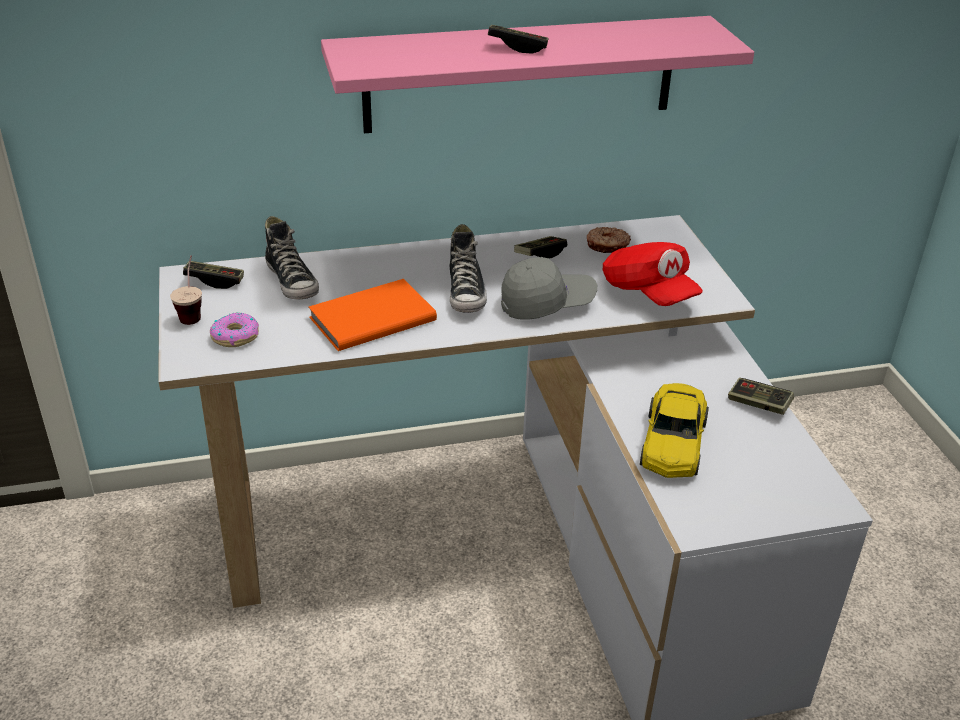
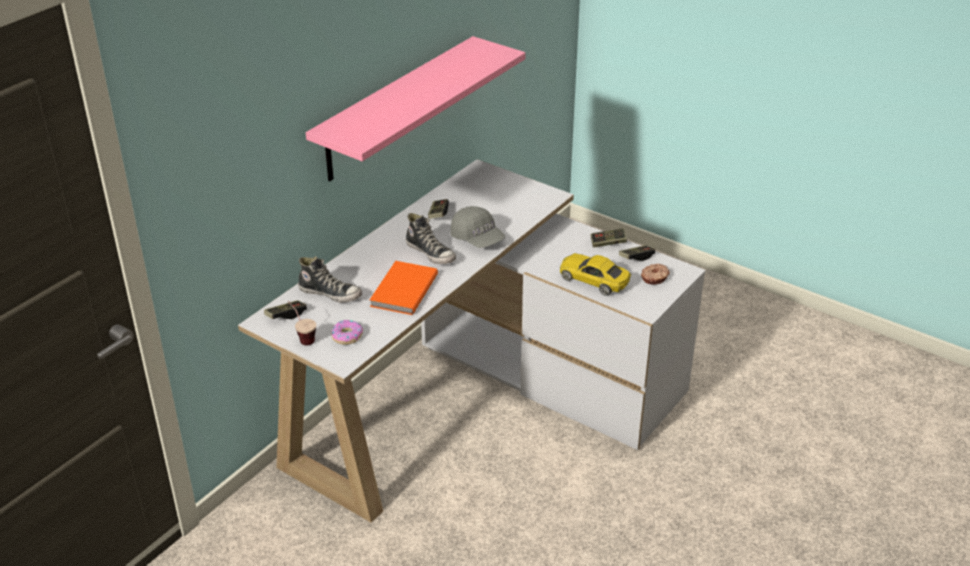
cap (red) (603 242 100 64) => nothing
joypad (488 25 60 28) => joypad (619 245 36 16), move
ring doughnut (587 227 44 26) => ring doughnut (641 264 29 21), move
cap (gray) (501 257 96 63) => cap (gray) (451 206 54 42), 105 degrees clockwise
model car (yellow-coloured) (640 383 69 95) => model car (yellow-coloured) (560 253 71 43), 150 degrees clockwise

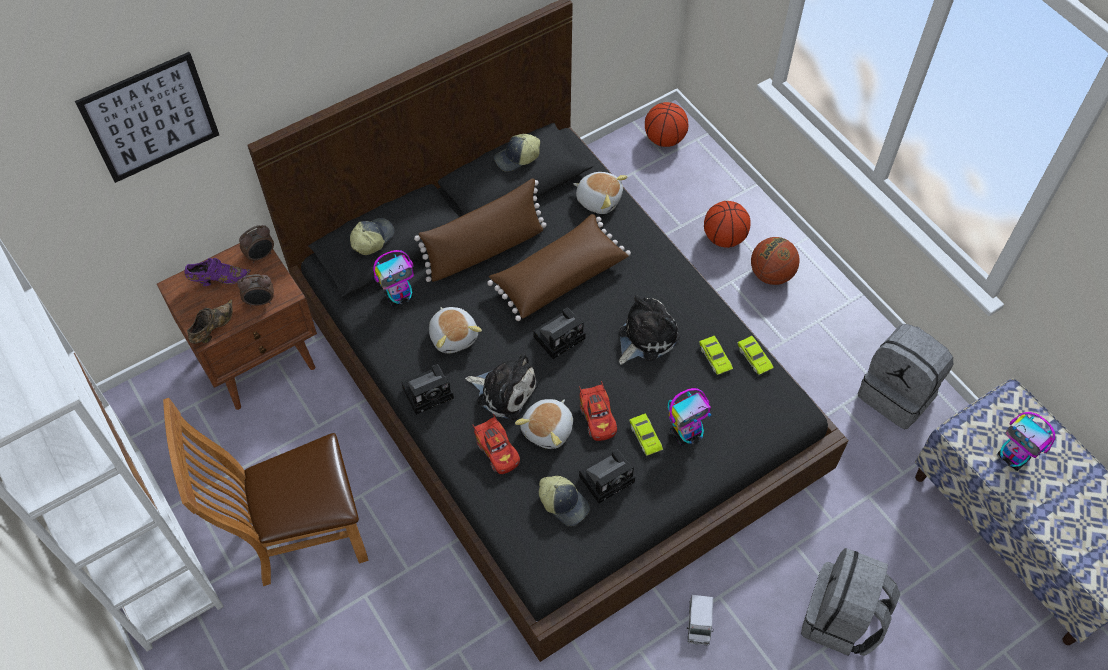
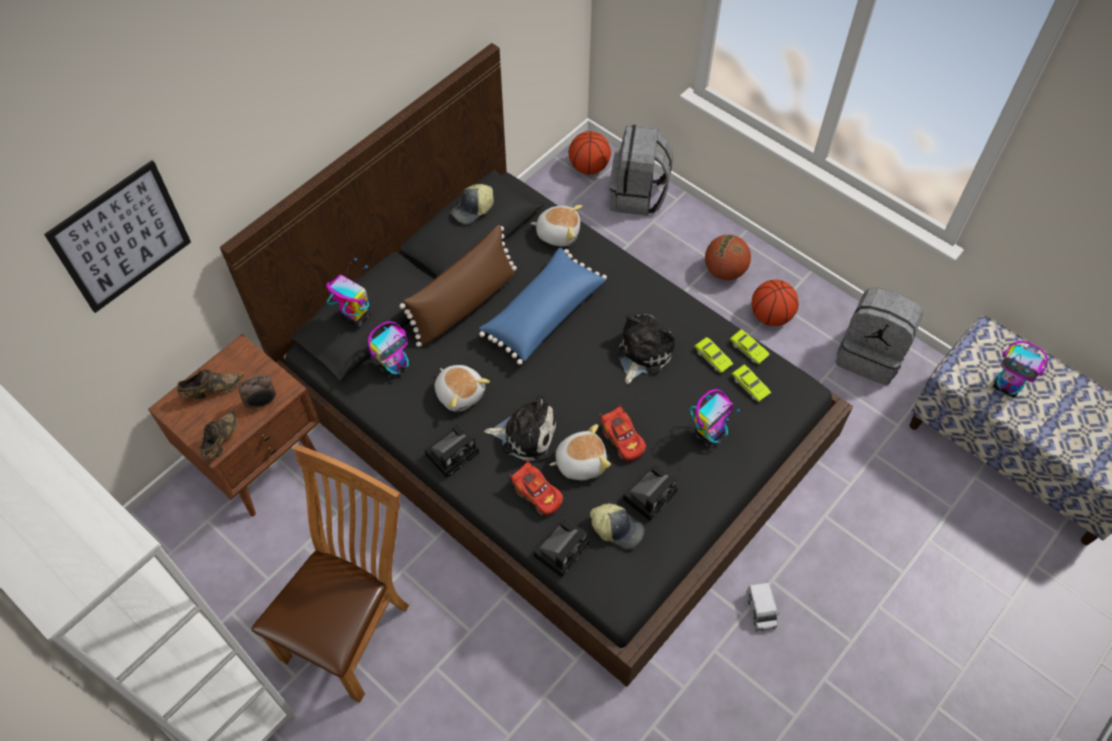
table clock (239 225 35 38) => nothing
still camera (533 307 53 52) => still camera (533 519 56 58), move
model car (green) (629 414 34 42) => model car (green) (732 365 39 37), move
basketball ball (704 201 47 47) => basketball ball (752 280 46 46), move
backpack (gray) (801 548 99 108) => backpack (gray) (609 124 64 92), move
cap (350 218 44 37) => model robot (326 258 44 70)
low shoe (purple) (184 258 67 28) => low shoe (brownish) (177 369 67 31)
pillow (brownish) (487 214 144 107) => pillow (blue-coloured) (479 248 128 117)
chair (brownish) (163 398 206 188) => chair (brownish) (251 444 158 259), 150 degrees clockwise
soft toy (515 399 58 50) => soft toy (550 424 61 56), 120 degrees counterclockwise

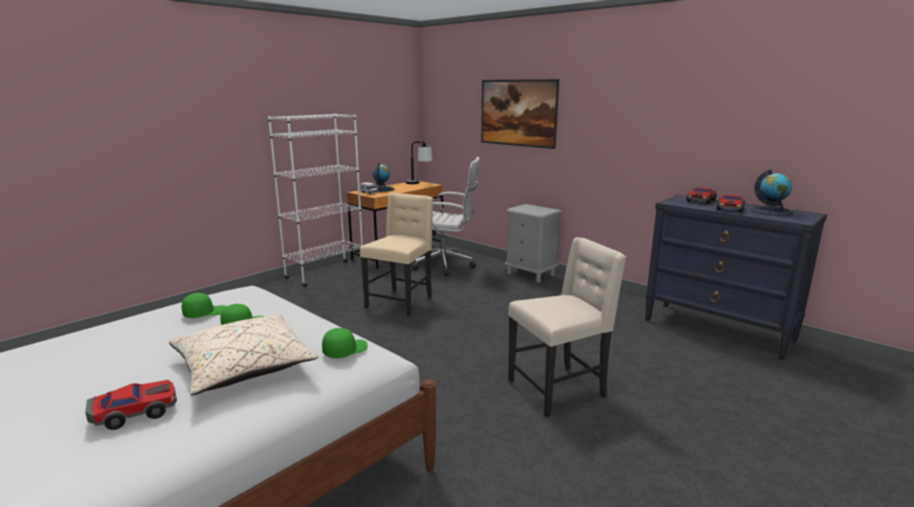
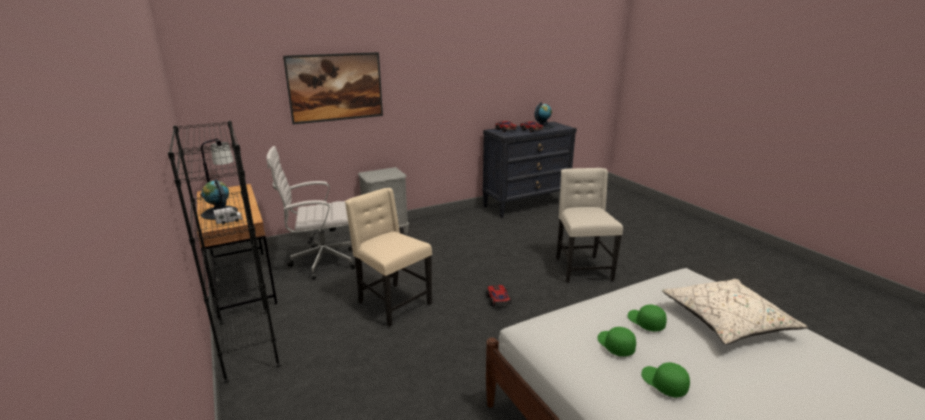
model car (85 380 92 50) => model car (486 285 25 21), move
cap (green) (322 328 46 30) => cap (green) (641 362 49 36), move
bookshelf (white-coloured) (268 113 95 174) => bookshelf (black) (168 121 113 262)
desk chair (white-coloured) (412 157 68 119) => desk chair (white-coloured) (266 146 90 134), 135 degrees counterclockwise

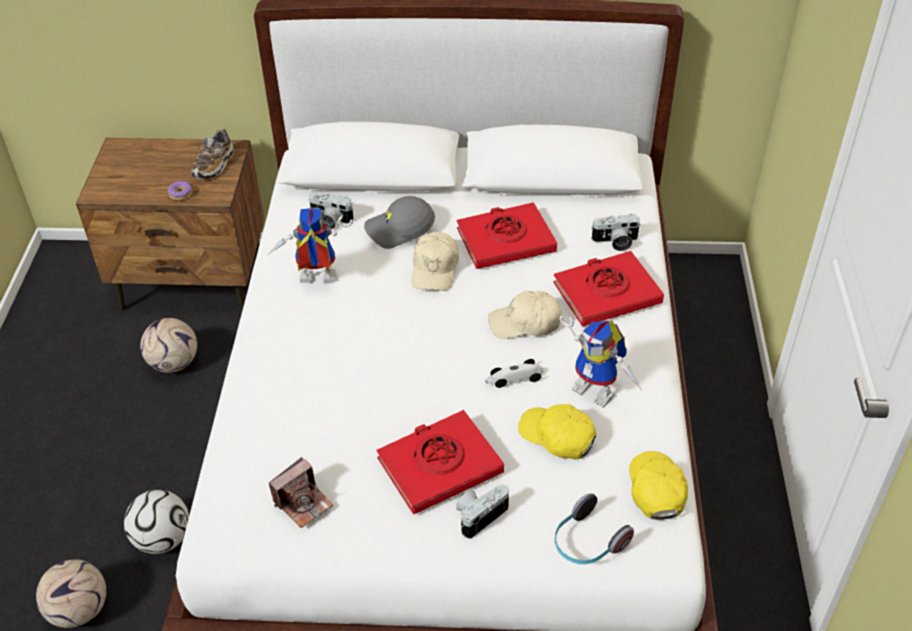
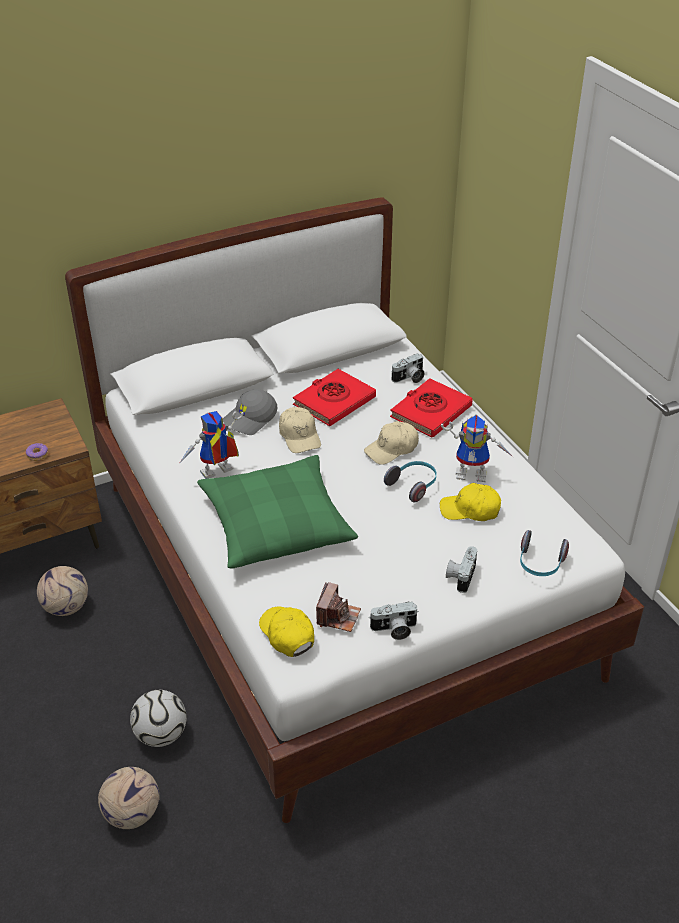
low shoe (192 129 42 50) => nothing
bound book (red) (377 410 127 104) => nothing
nothing => pillow (green) (197 455 161 113)
still camera (309 193 45 37) => still camera (370 602 49 38), move
cap (yellow-coloured) (629 451 59 69) => cap (yellow-coloured) (259 607 55 50), move
model car (485 359 58 29) => headset (384 461 53 41)

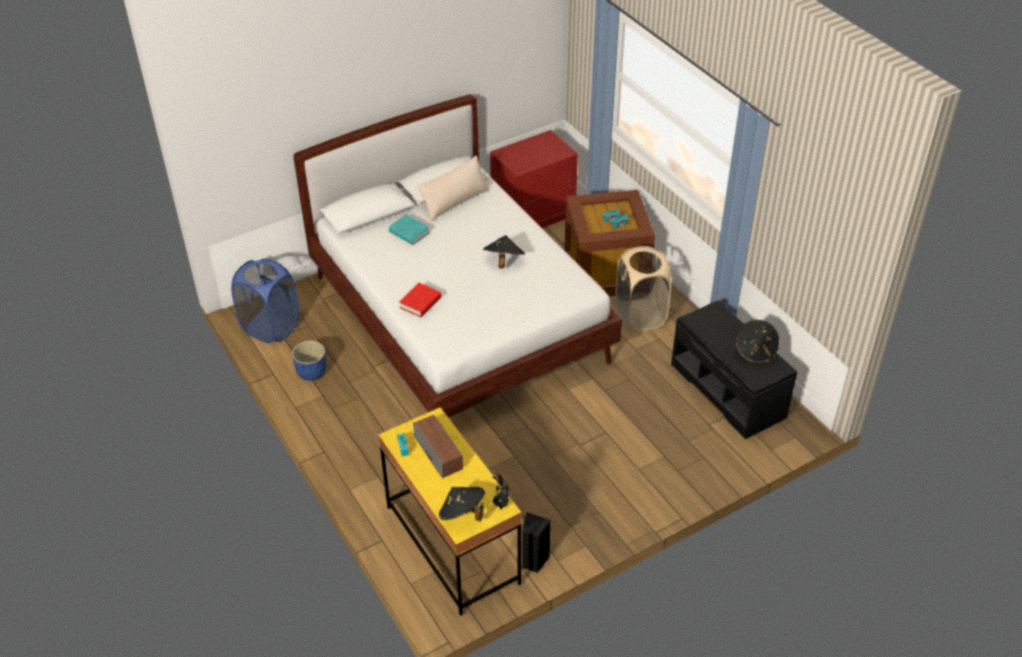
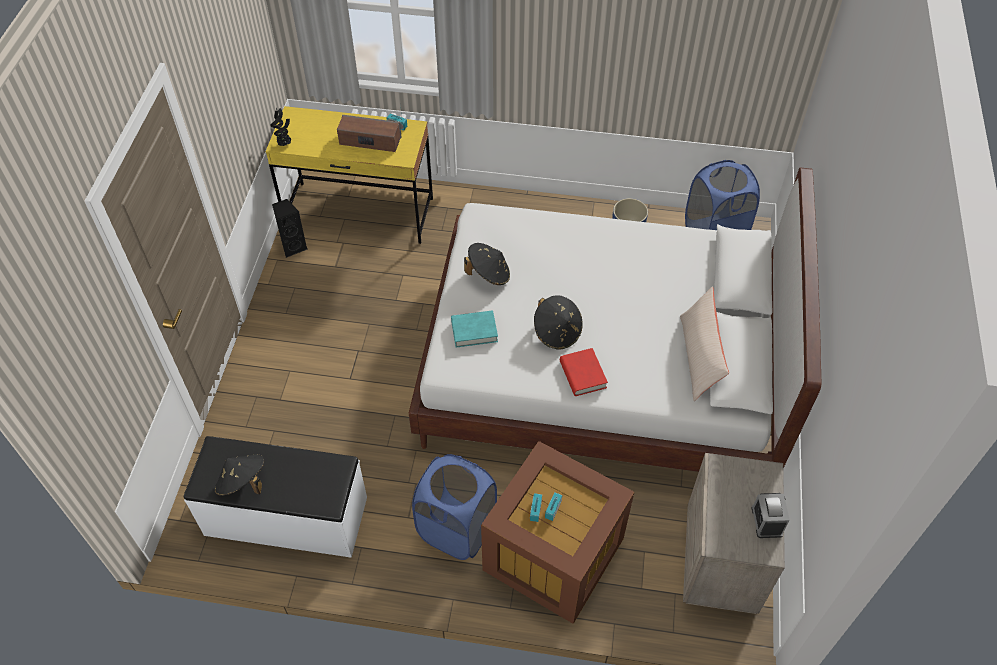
nothing => table clock (751 493 39 45)
bound book (turquoise-coloured) (389 214 41 31) => bound book (turquoise-coloured) (451 310 47 38), move
bound book (red) (399 283 43 34) => bound book (red) (560 348 48 48), move
clothing hat (black) (439 487 46 34) => clothing hat (black) (464 243 46 42), move
night table (red) (490 130 88 98) => night table (sand-coloured) (683 453 102 161)
washing basket (sand-coloured) (616 246 55 85) => washing basket (blue-coloured) (412 454 85 106)
long seat (black) (671 300 126 139) => long seat (white-coloured) (184 436 183 122)

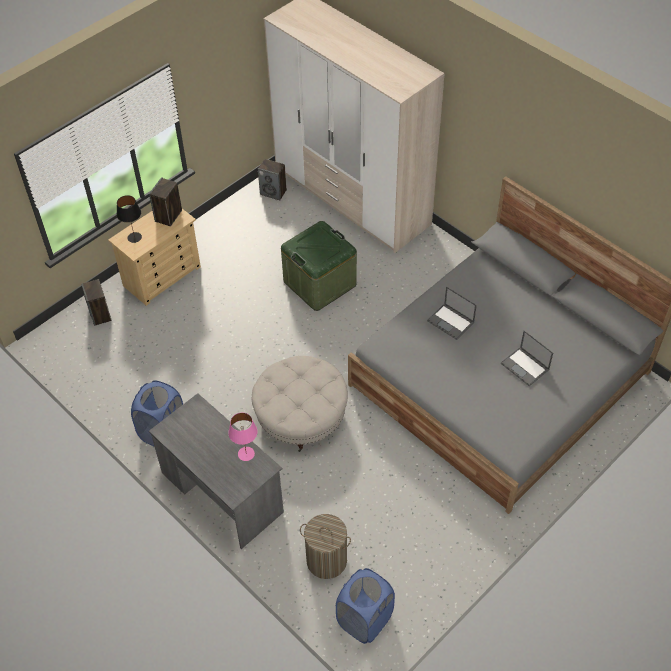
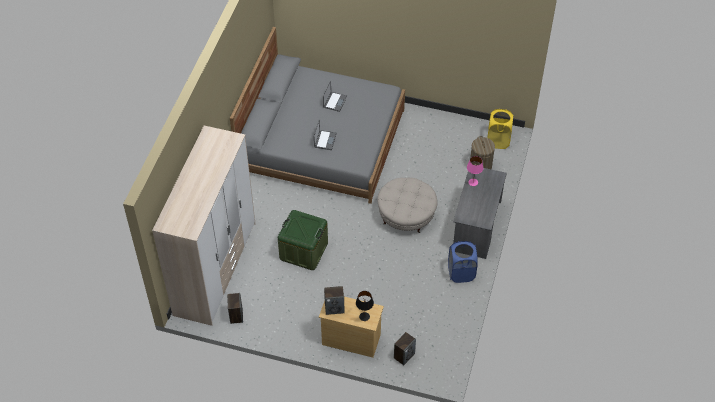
washing basket (blue-coloured) (336 568 59 76) => washing basket (yellow-coloured) (487 109 27 40)

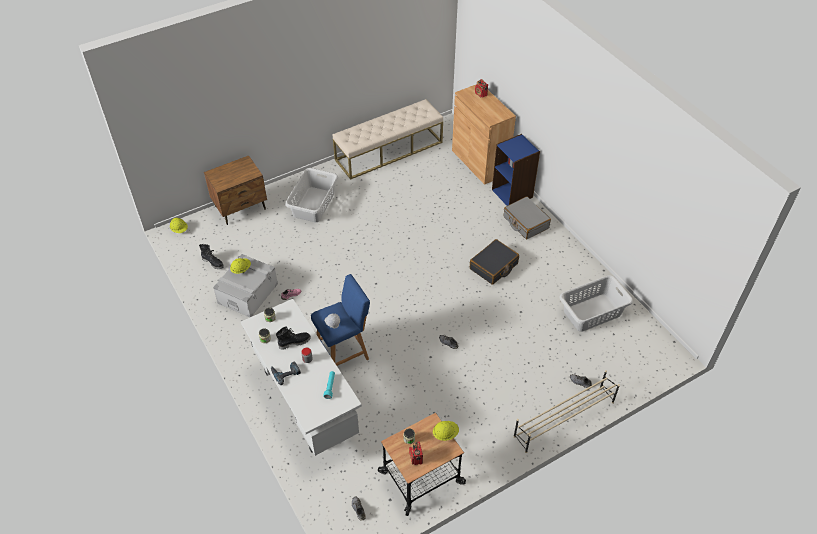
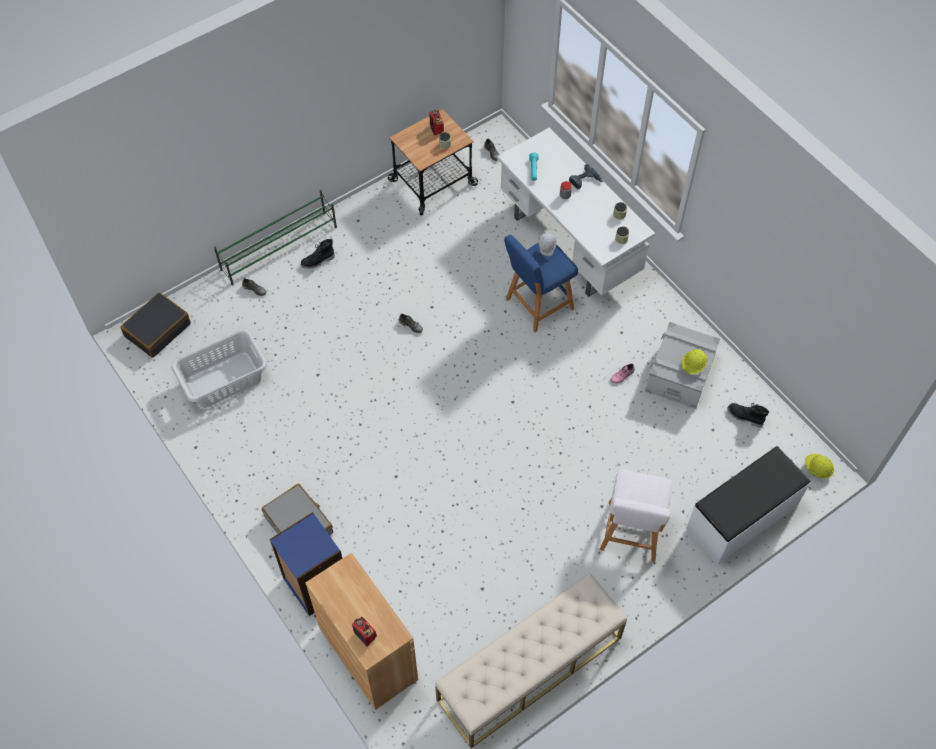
hard hat (yellow-coloured) (433 421 26 20) => nothing
high-top boot (black) (276 326 35 24) => high-top boot (black) (301 239 34 30), move
suitcase (black) (470 239 49 46) => suitcase (black) (120 292 71 66), move
night table (brownish) (204 156 63 69) => long seat (white-coloured) (686 446 125 119)
washing basket (gray) (285 168 53 54) => stool seat (white-coloured) (600 469 72 93)
shoe stand (sand-coloured) (513 370 107 83) => shoe stand (green) (214 190 123 95)

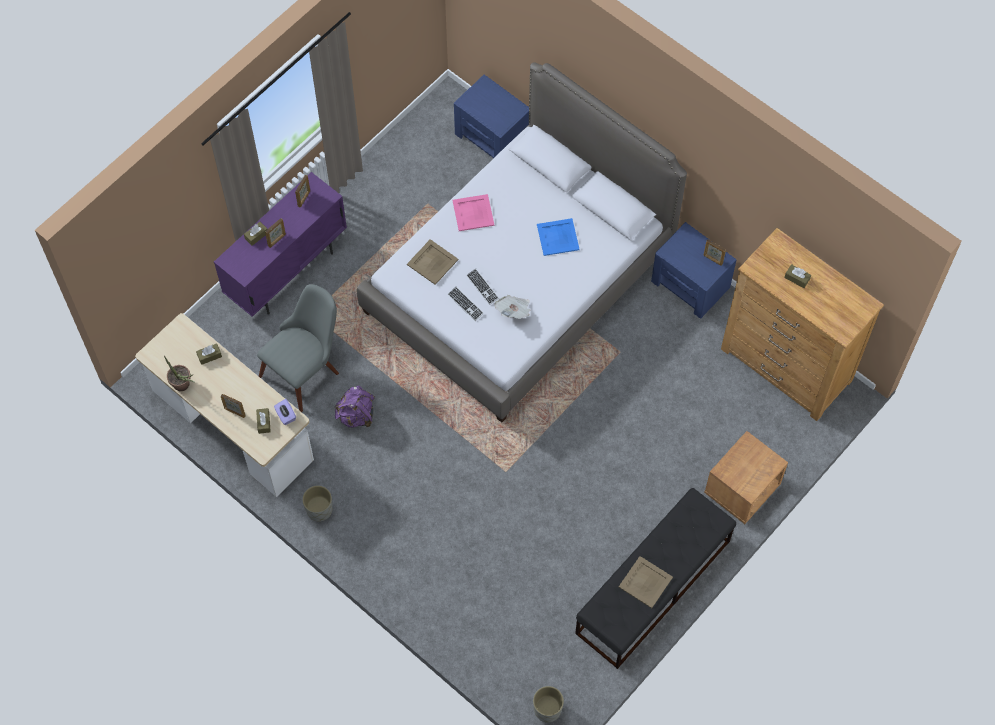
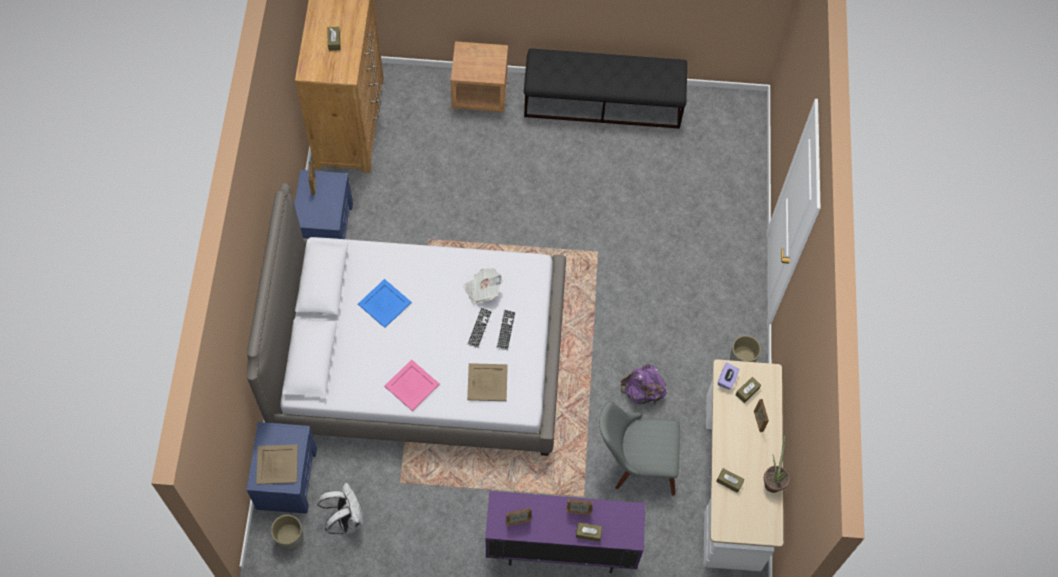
nothing => backpack (white-coloured) (318 483 45 51)
plant pot (gray) (533 686 31 37) => plant pot (gray) (271 515 33 36), move
carrying tray (sand-coloured) (619 556 54 52) => carrying tray (sand-coloured) (256 444 42 41), move

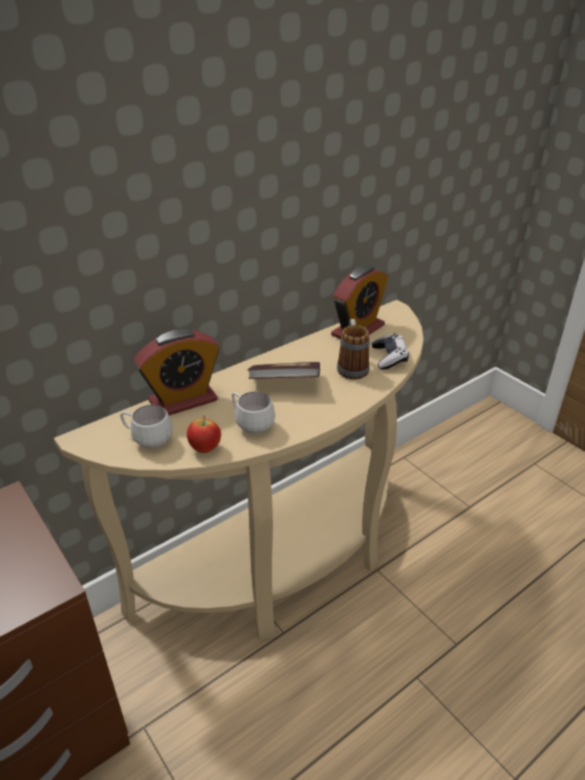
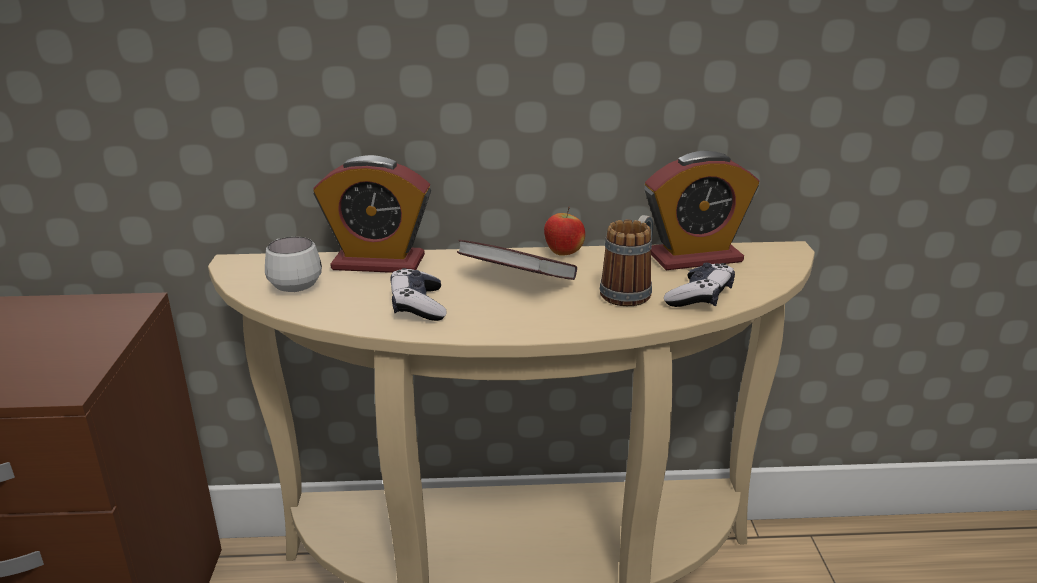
whole apple (187 416 34 37) => whole apple (544 207 41 49), move
tea mug (white-coloured) (232 391 43 43) => joypad (390 268 57 53)

